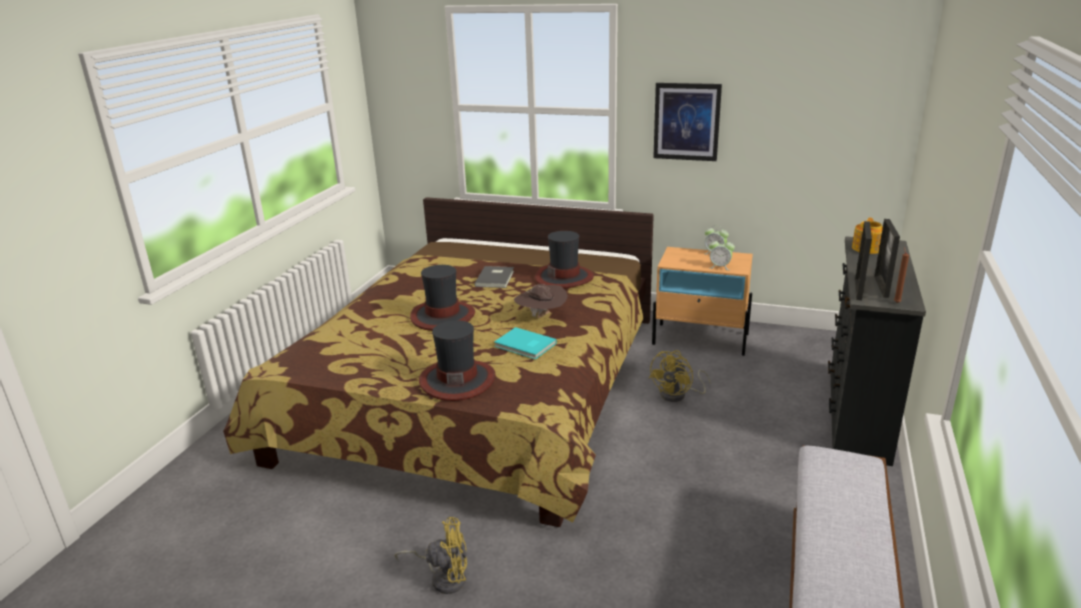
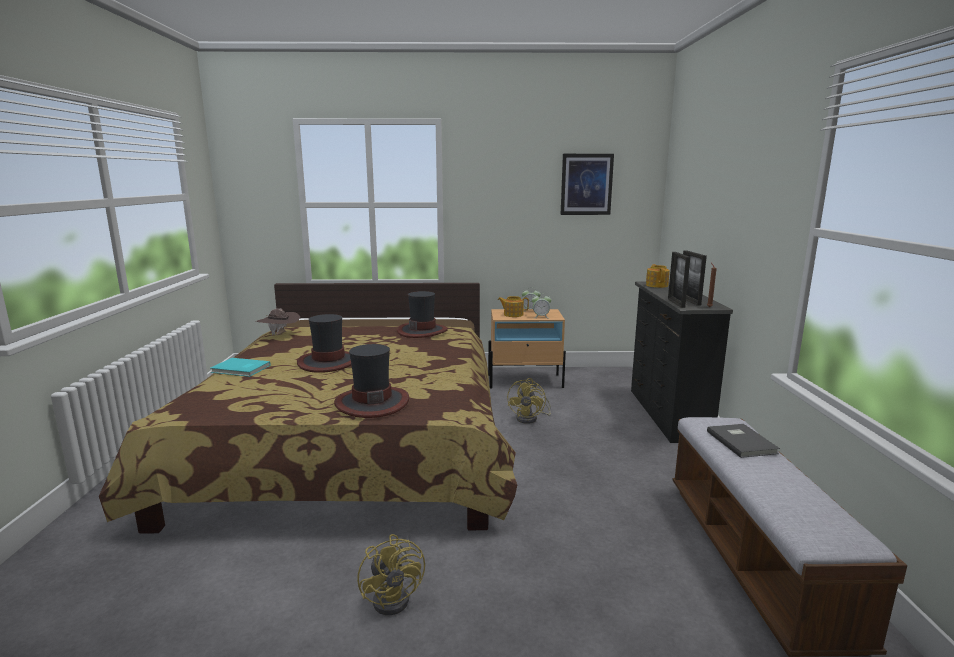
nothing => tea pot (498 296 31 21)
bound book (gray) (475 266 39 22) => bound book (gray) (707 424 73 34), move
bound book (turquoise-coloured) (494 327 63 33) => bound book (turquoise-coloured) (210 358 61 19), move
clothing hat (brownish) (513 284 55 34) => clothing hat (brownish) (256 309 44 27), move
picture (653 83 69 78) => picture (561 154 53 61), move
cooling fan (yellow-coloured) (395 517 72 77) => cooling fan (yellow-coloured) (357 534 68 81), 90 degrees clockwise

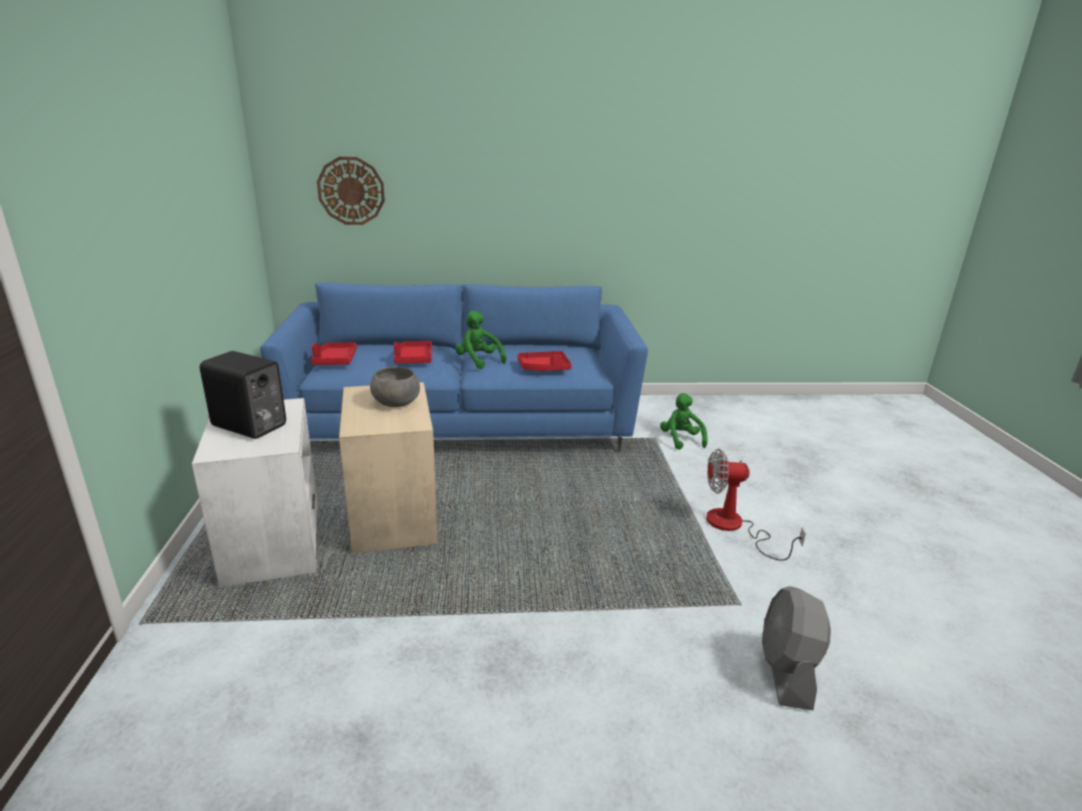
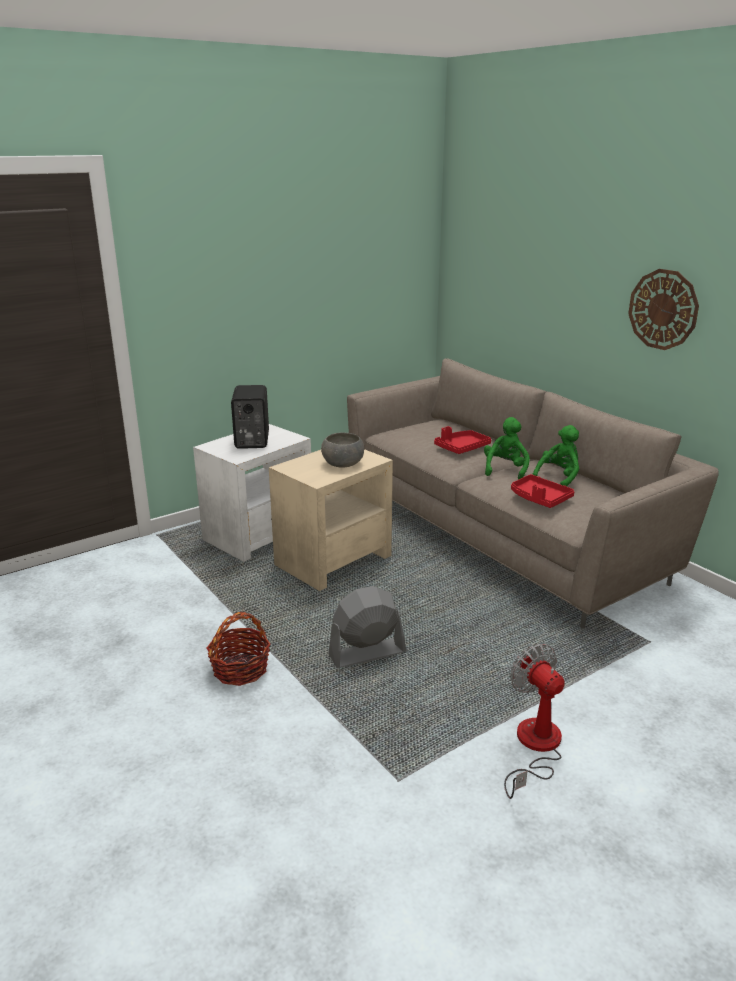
carrying tray (red) (311 342 46 23) => nothing
nothing => household basket (207 612 64 74)
wall clock (317 157 68 68) => wall clock (628 269 71 81), move
soft toy (green) (660 393 47 57) => soft toy (green) (532 425 47 62), move
cooling fan (gray) (762 586 69 124) => cooling fan (gray) (328 586 78 82), move
settee (blue-coloured) (260 282 388 170) => settee (sand-coloured) (347 358 372 270)

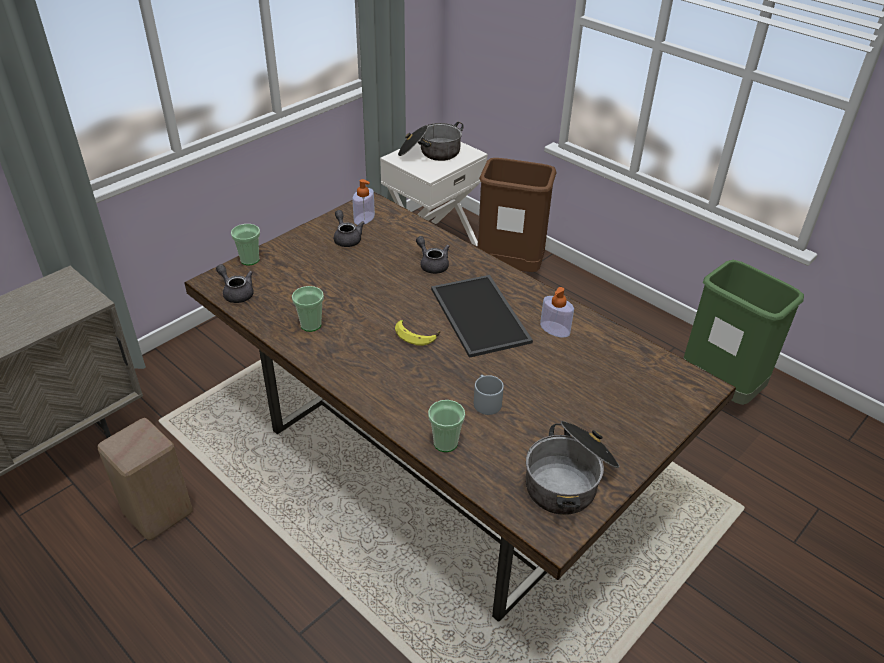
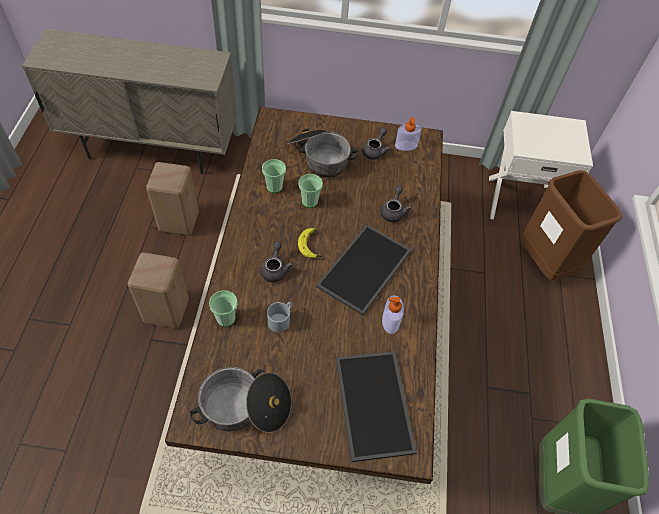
nothing => stool seat (sand-coloured) (128 252 61 76)
nothing => carrying tray (336 351 81 111)
tea pot (gray) (216 264 38 39) => tea pot (gray) (260 241 33 41), move
small cup (231 224 29 41) => small cup (299 174 24 34), move
stockpot (398 122 66 39) => stockpot (287 128 73 50), move

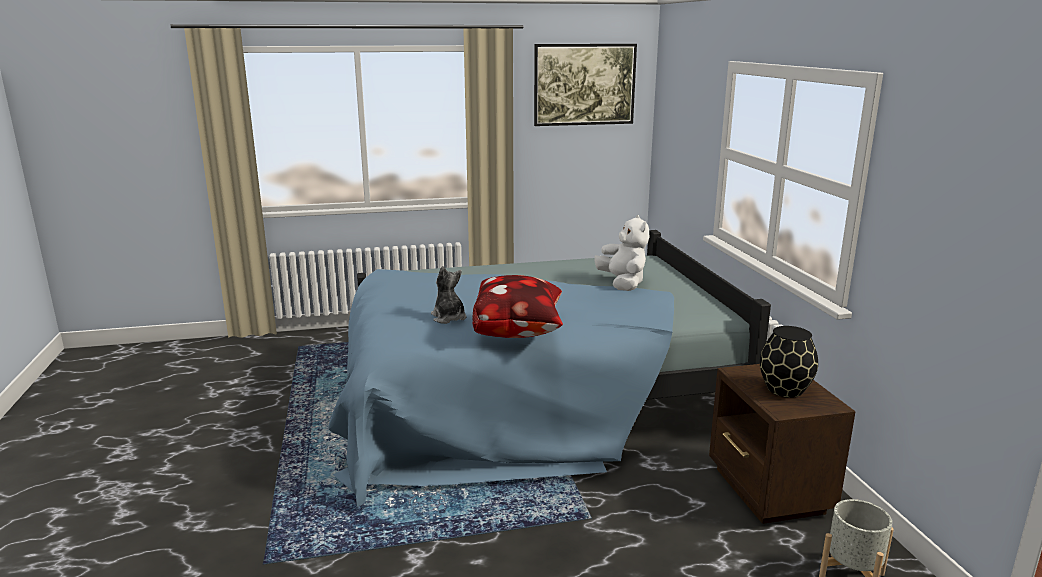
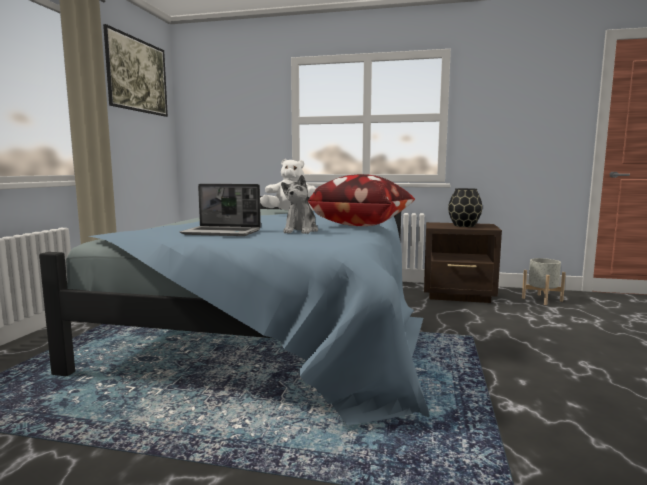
nothing => laptop (180 184 81 52)
soft toy (431 266 36 58) => soft toy (281 175 37 59), 75 degrees counterclockwise

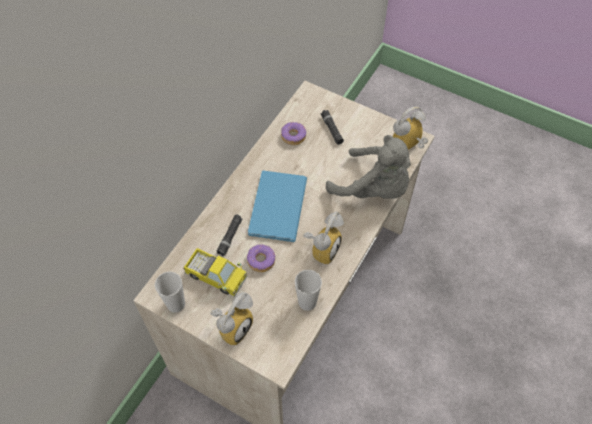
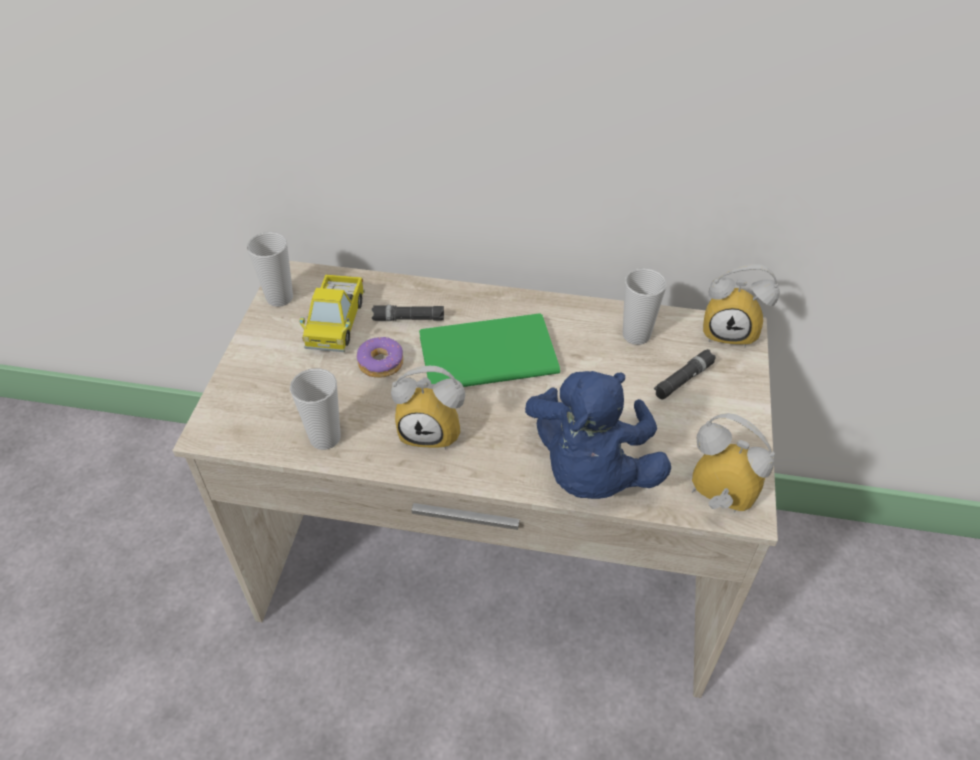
table clock (210 292 43 53) => table clock (703 264 77 84), move
ring doughnut (281 122 25 23) => small cup (623 268 44 77)
bound book (blue-coloured) (248 171 59 71) => bound book (green) (419 313 141 74)
soft toy (gray) (326 135 85 64) => soft toy (blue-coloured) (525 371 146 128)

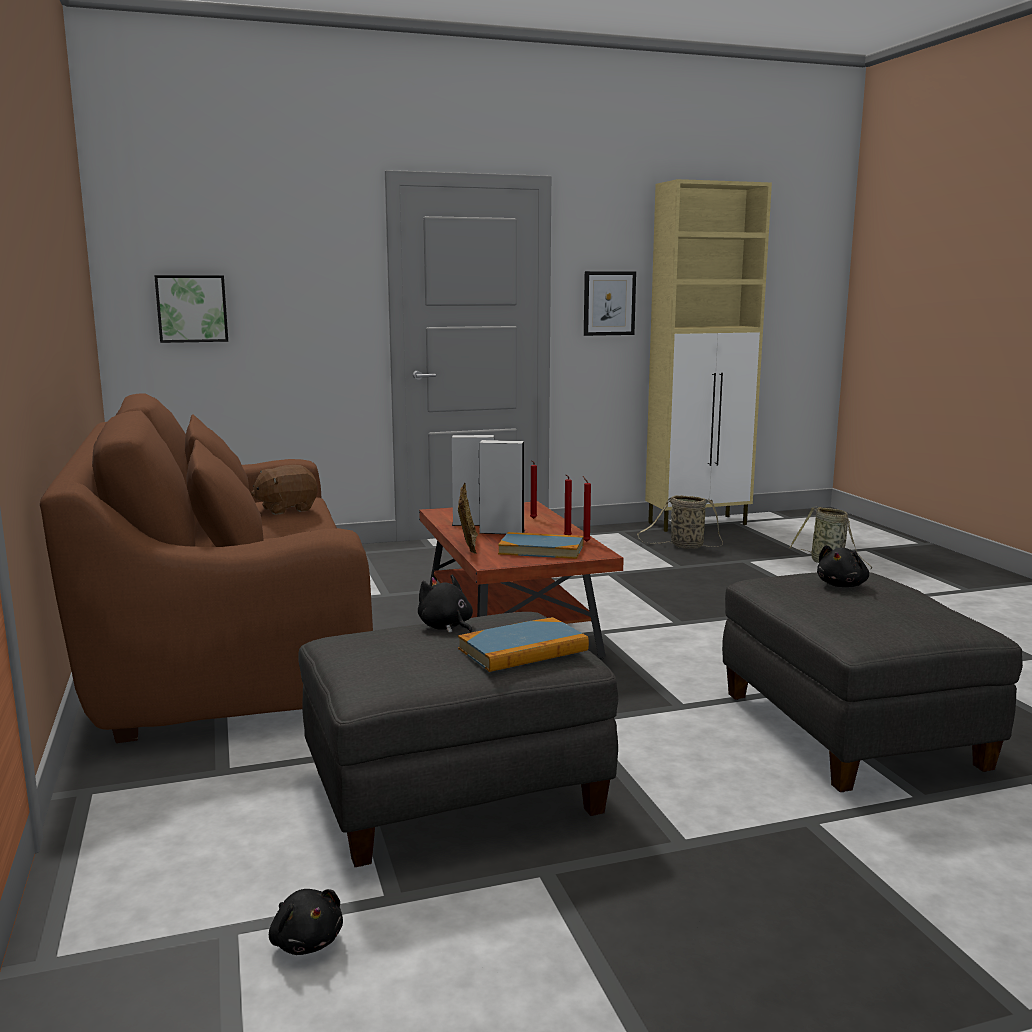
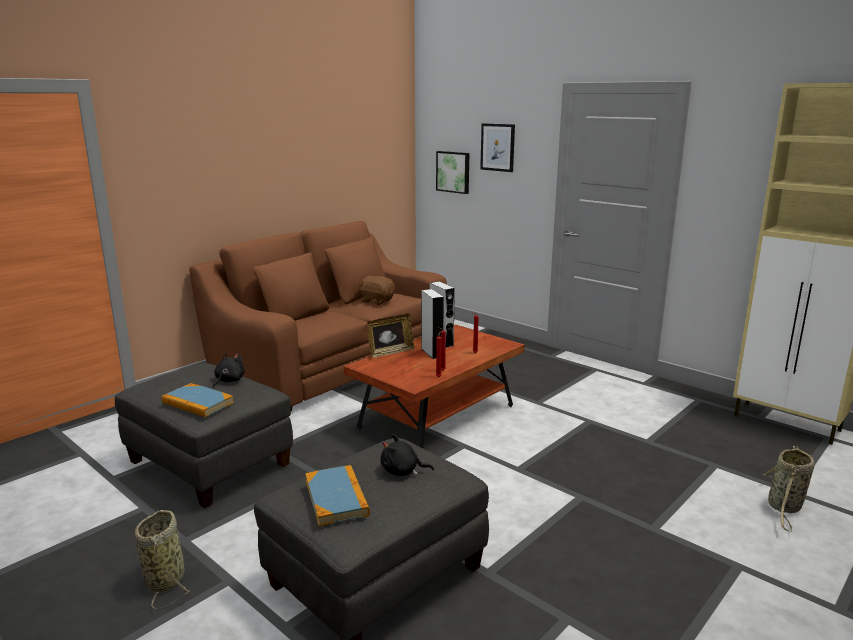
soft toy (black) (269 889 74 66) => nothing
bound book (498 532 86 27) => bound book (305 465 65 61), move
picture (584 271 52 65) => picture (480 123 35 49), move
household basket (637 495 86 54) => household basket (135 510 54 99), move

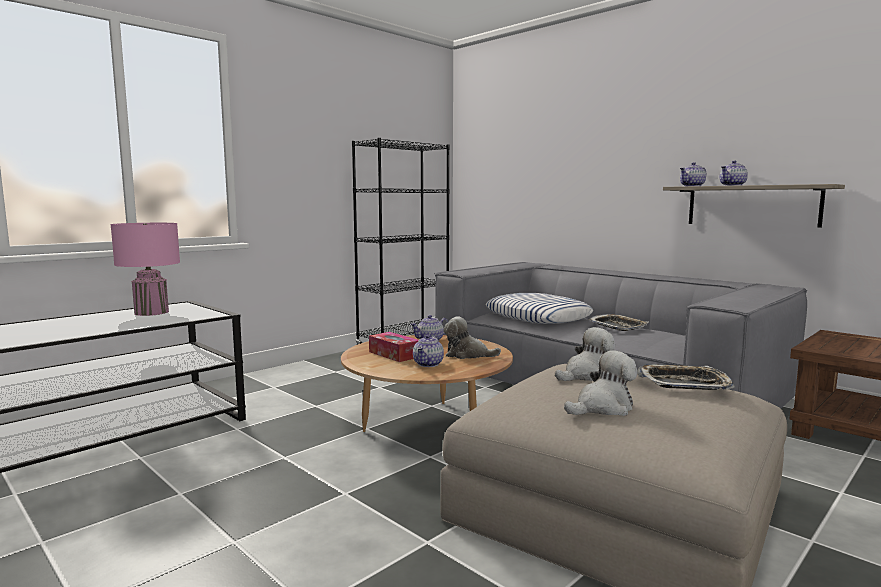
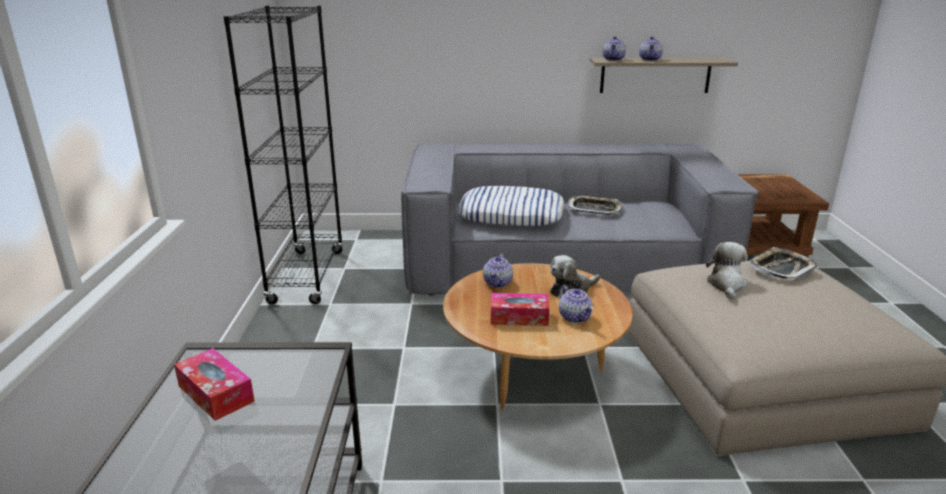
soft toy (564 350 73 66) => nothing
lamp for a table (pink-coloured) (110 223 70 93) => tissue box (174 348 81 73)

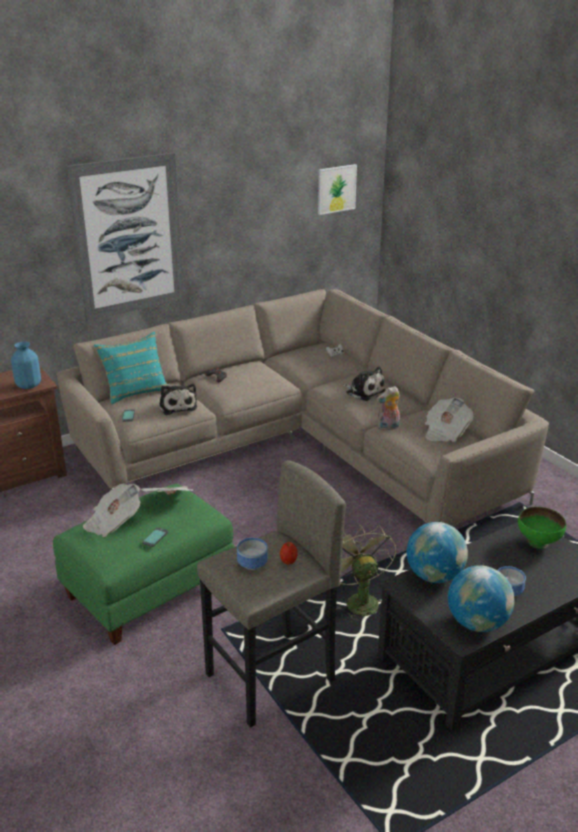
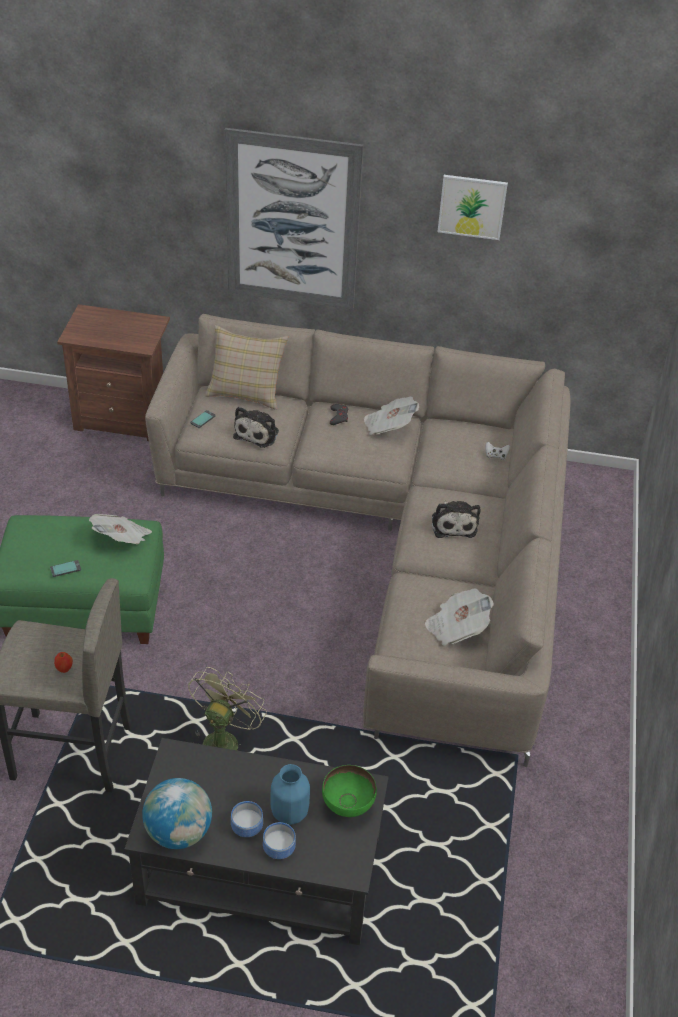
soft toy (376 386 24 45) => nothing
globe (407 522 61 61) => nothing
decorative vase (blue-coloured) (11 342 30 47) => decorative vase (blue-coloured) (271 764 39 61), move
newspaper (83 484 57 53) => newspaper (364 397 55 38), move
serving bowl (237 538 31 32) => serving bowl (263 822 33 37), move
picture (318 164 39 51) => picture (438 175 70 65), move
pillow (turquoise-coloured) (94 332 74 72) => pillow (sand-coloured) (205 325 83 85)

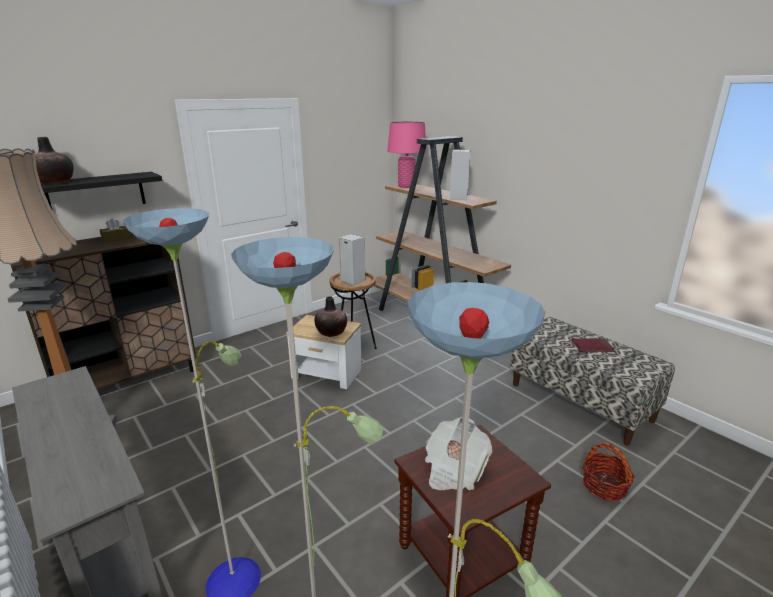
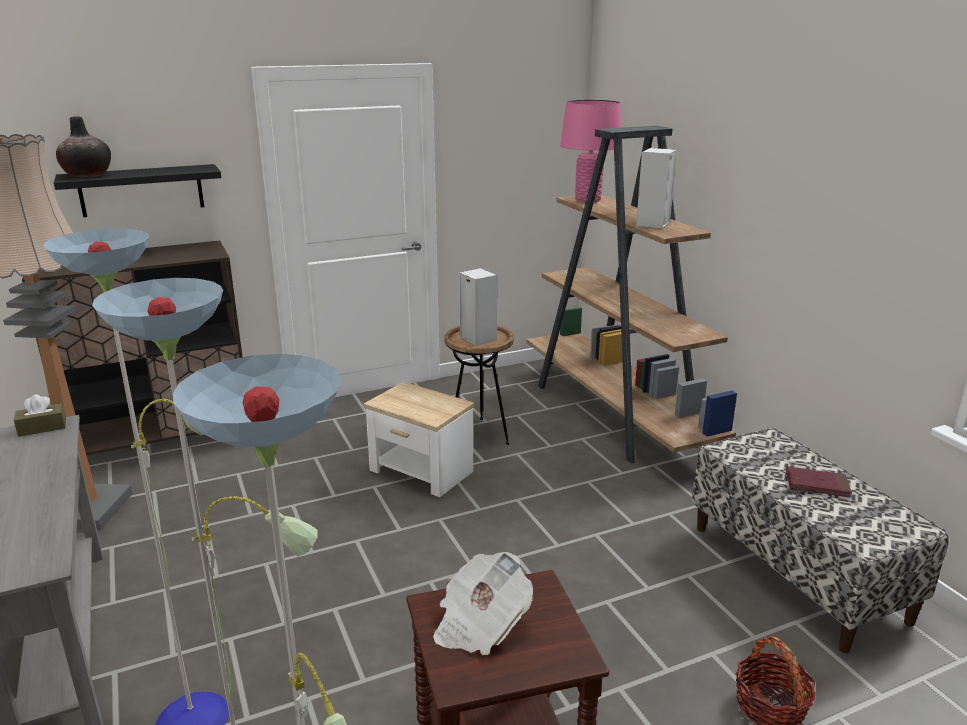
decorative vase (315 296 32 41) => nothing
tissue box (brownish) (100 218 32 25) => tissue box (brownish) (14 394 52 43), move

